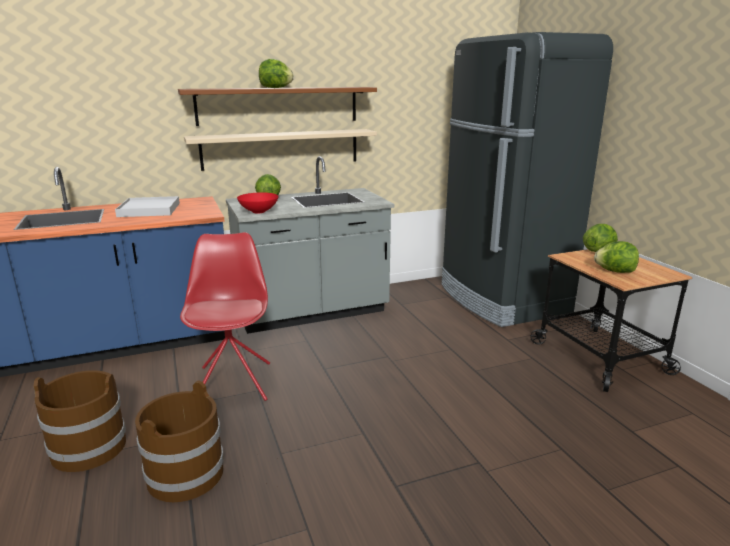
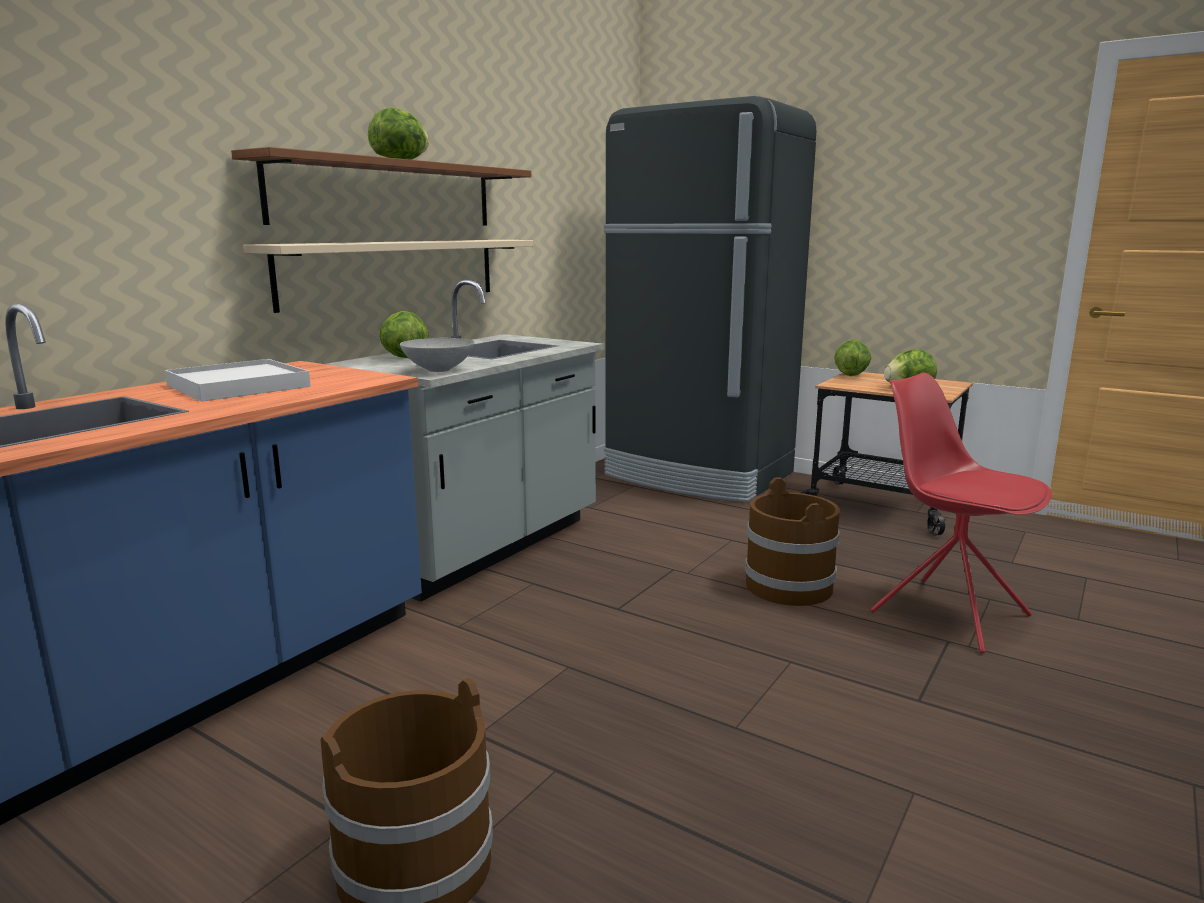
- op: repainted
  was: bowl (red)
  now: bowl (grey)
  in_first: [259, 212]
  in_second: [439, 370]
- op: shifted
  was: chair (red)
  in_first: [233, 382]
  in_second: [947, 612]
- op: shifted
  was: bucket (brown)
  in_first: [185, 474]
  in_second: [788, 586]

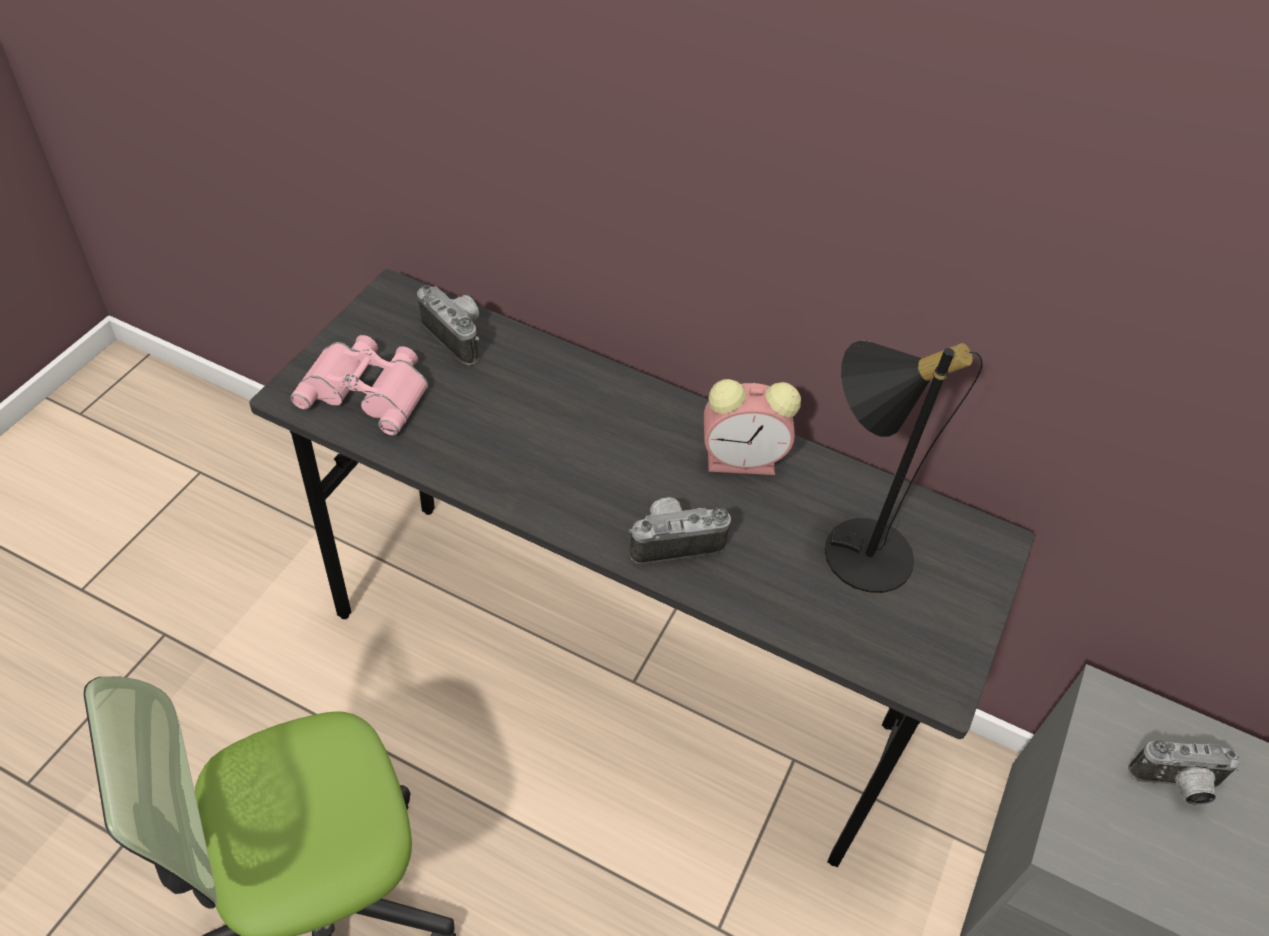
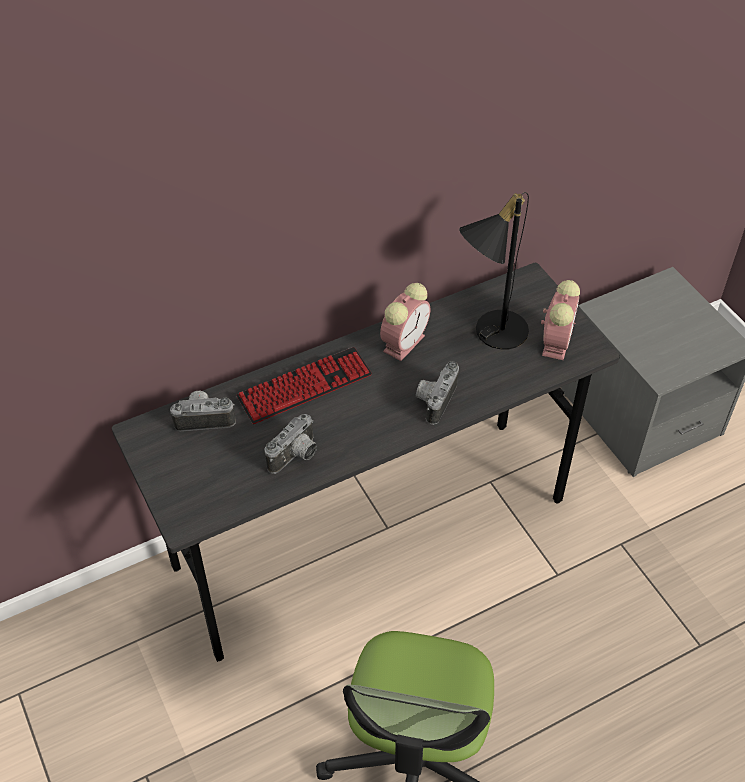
- op: gone
  was: binoculars (pink)
  in_first: [368, 389]
- op: shifted
  was: photo camera
  in_first: [1176, 786]
  in_second: [296, 456]
- op: new
  now: alarm clock
  in_second: [556, 341]
- op: new
  now: keyboard
  in_second: [305, 387]

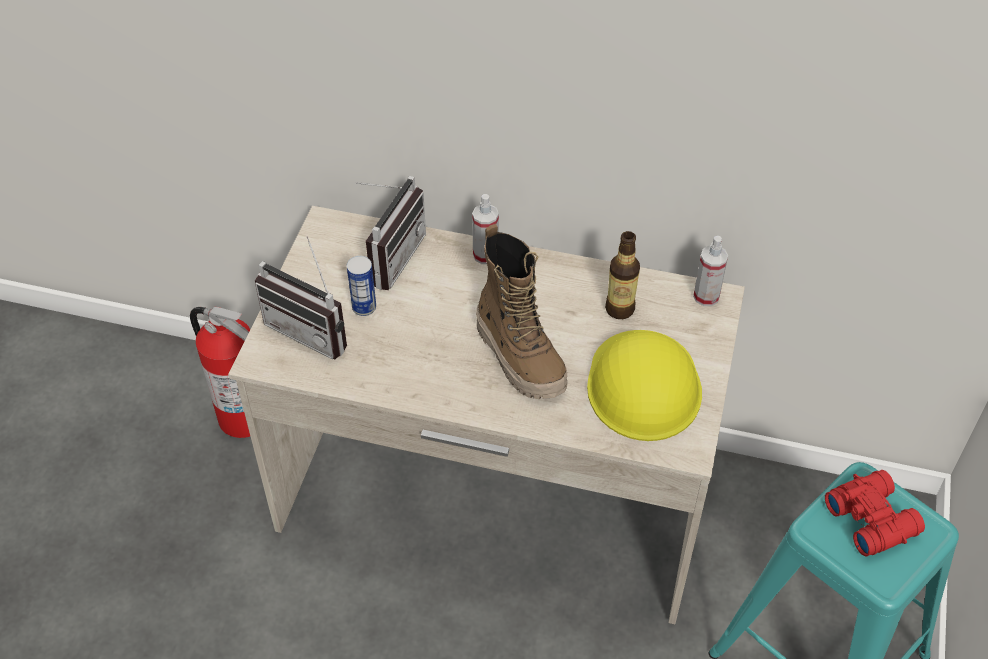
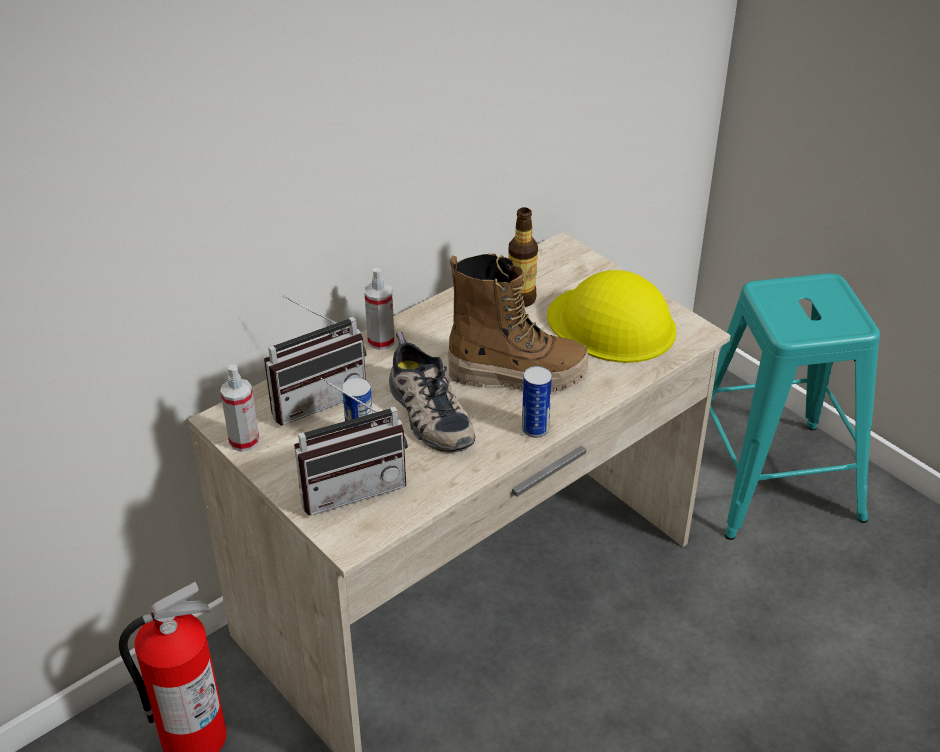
- op: rotated
  was: radio
  in_first: [389, 256]
  in_second: [315, 397]
  clockwise: 90
- op: shifted
  was: spray bottle
  in_first: [706, 296]
  in_second: [244, 441]
- op: gone
  was: binoculars (red)
  in_first: [871, 517]
- op: new
  now: shoe
  in_second: [426, 412]
- op: new
  now: can
  in_second: [535, 429]

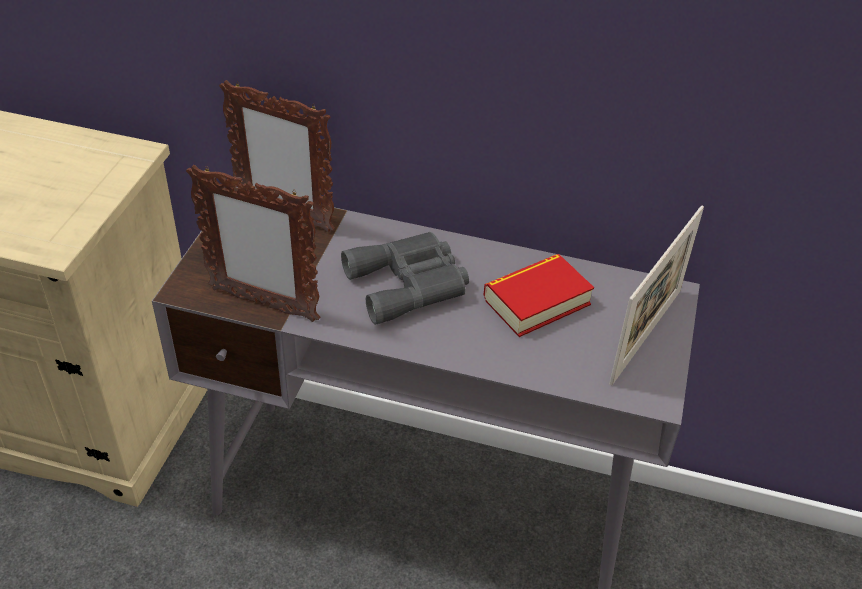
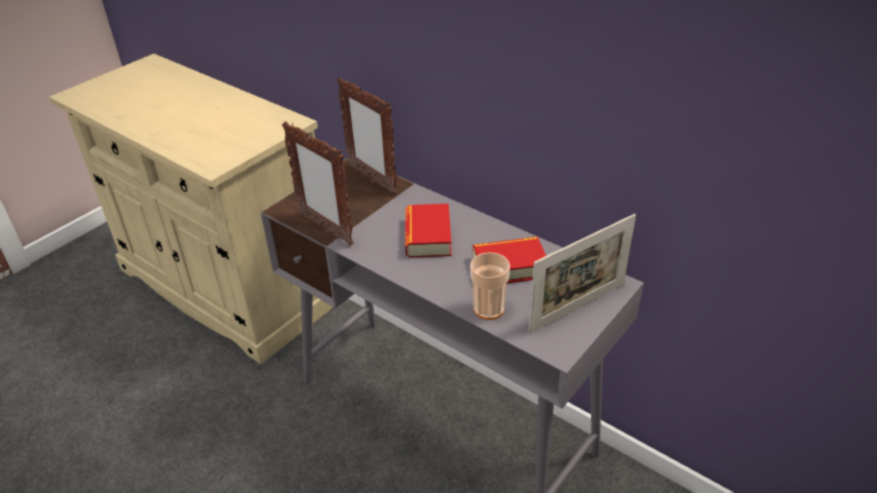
- op: swapped
  was: binoculars (grey)
  now: book
  in_first: [410, 283]
  in_second: [428, 236]
- op: new
  now: cup
  in_second: [488, 309]

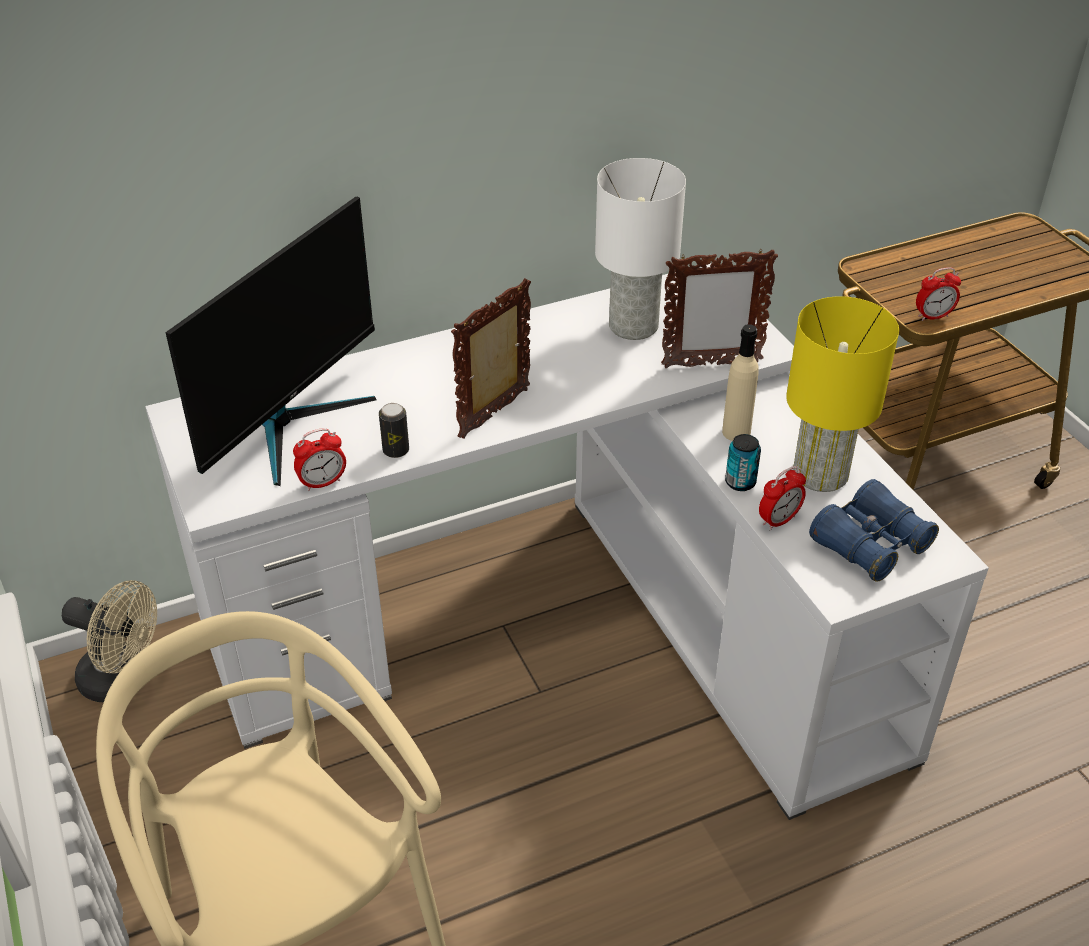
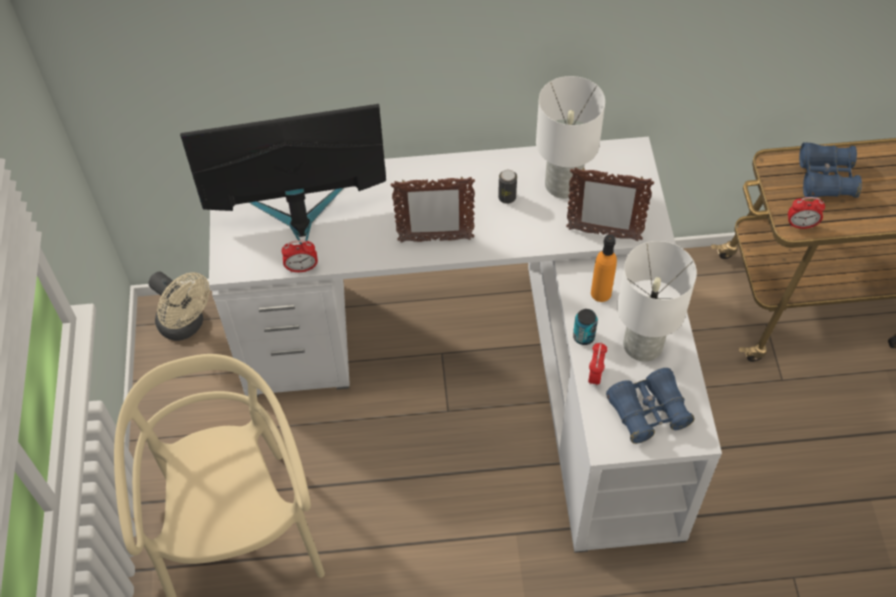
- op: rotated
  was: monitor
  in_first: [291, 424]
  in_second: [298, 213]
  clockwise: -150
- op: rotated
  was: picture frame
  in_first: [496, 414]
  in_second: [435, 240]
  clockwise: -150
- op: repainted
  was: table lamp (yellow)
  now: table lamp (white)
  in_first: [818, 474]
  in_second: [641, 344]
- op: repainted
  was: bottle (beige)
  now: bottle (orange)
  in_first: [736, 432]
  in_second: [601, 293]
- op: shifted
  was: can
  in_first: [396, 450]
  in_second: [507, 197]
- op: rotated
  was: alarm clock
  in_first: [779, 520]
  in_second: [595, 375]
  clockwise: 120
- op: new
  now: binoculars (blue)
  in_second: [826, 179]

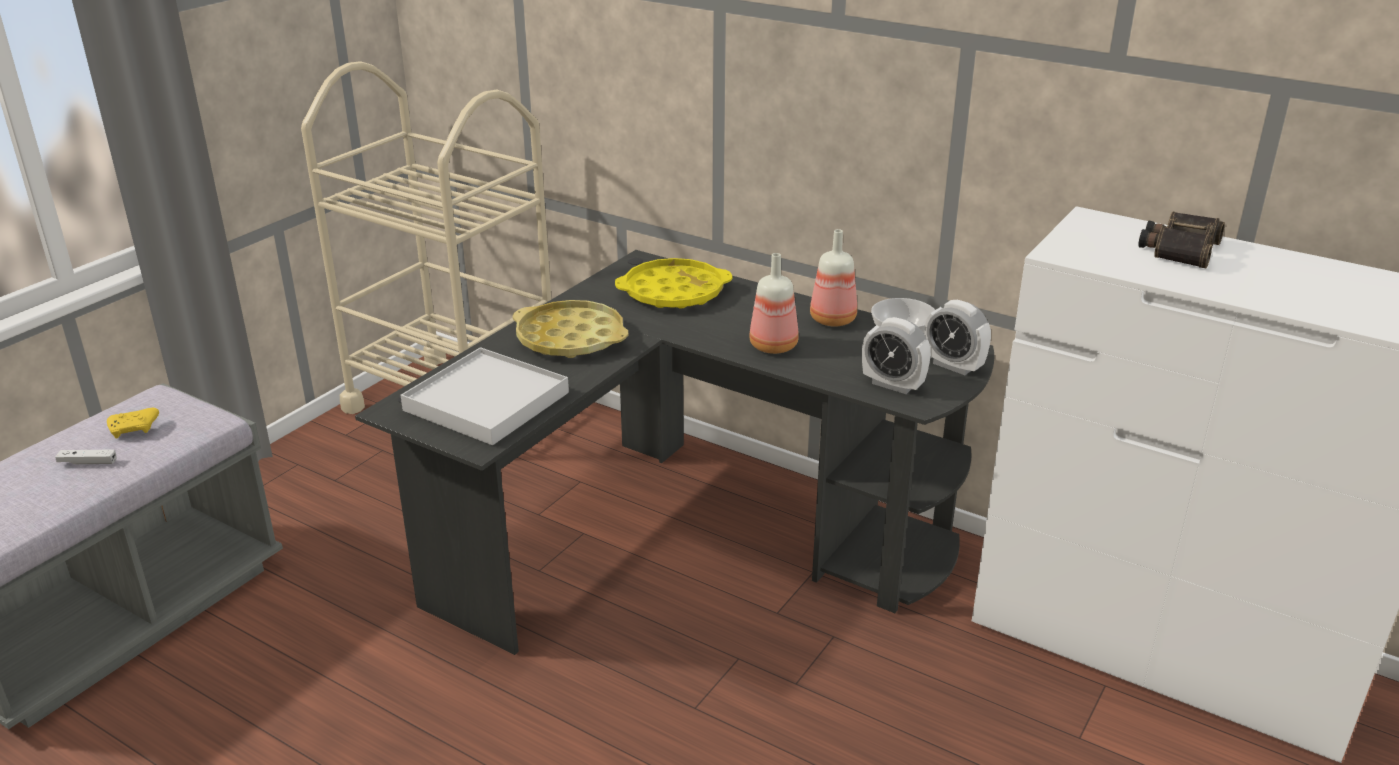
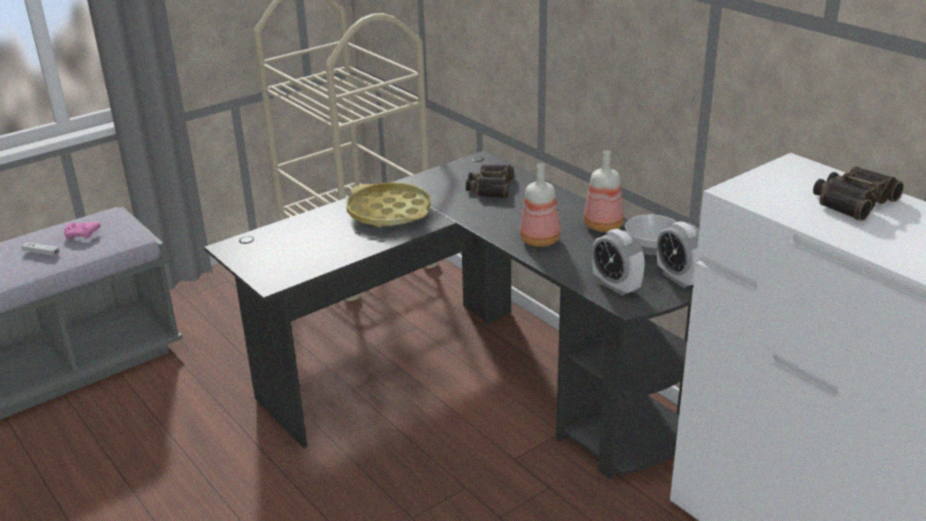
- op: swapped
  was: tray (yellow)
  now: binoculars
  in_first: [673, 292]
  in_second: [490, 187]
- op: gone
  was: tray (white)
  in_first: [486, 401]
- op: repainted
  was: game controller (yellow)
  now: game controller (pink)
  in_first: [135, 429]
  in_second: [82, 235]

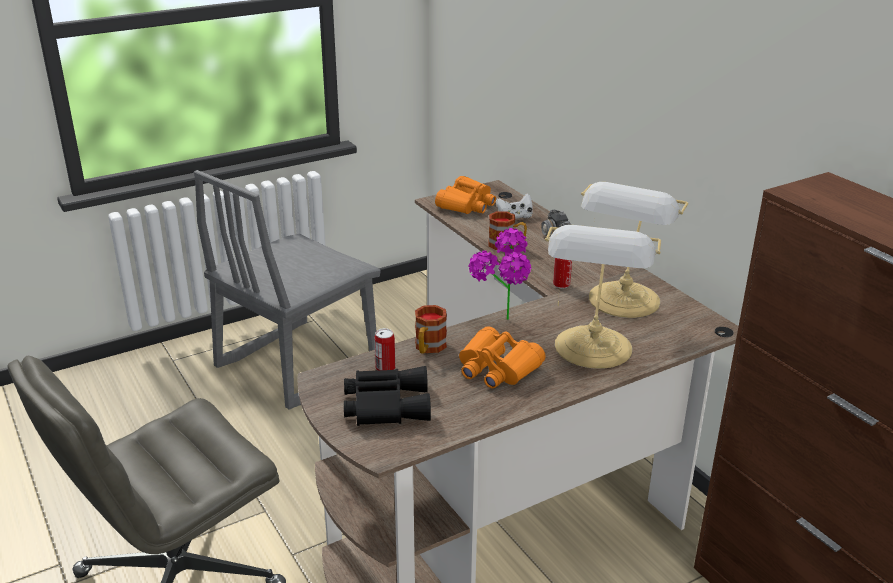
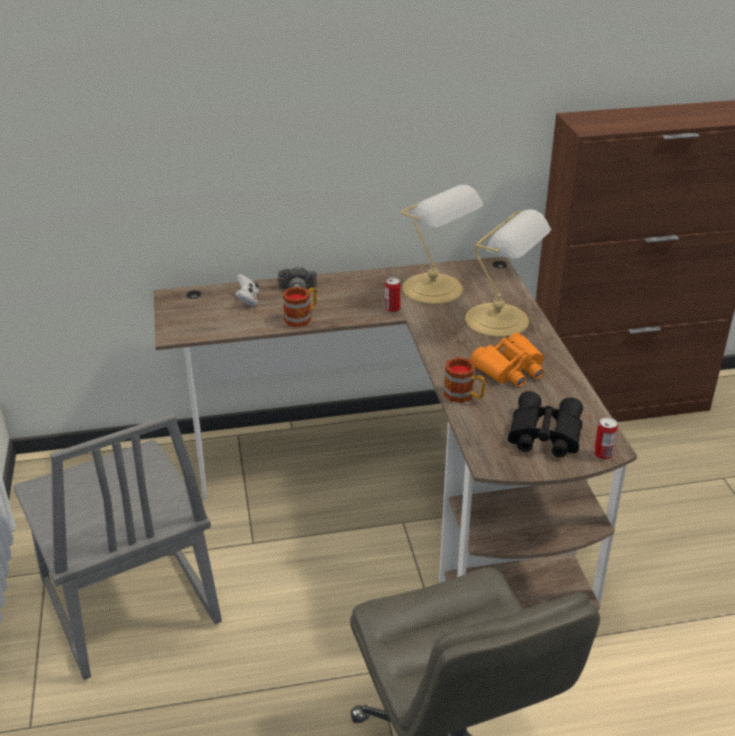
- op: gone
  was: binoculars (orange)
  in_first: [467, 204]
- op: gone
  was: potted plant
  in_first: [501, 325]
- op: shifted
  was: can
  in_first: [385, 368]
  in_second: [603, 454]

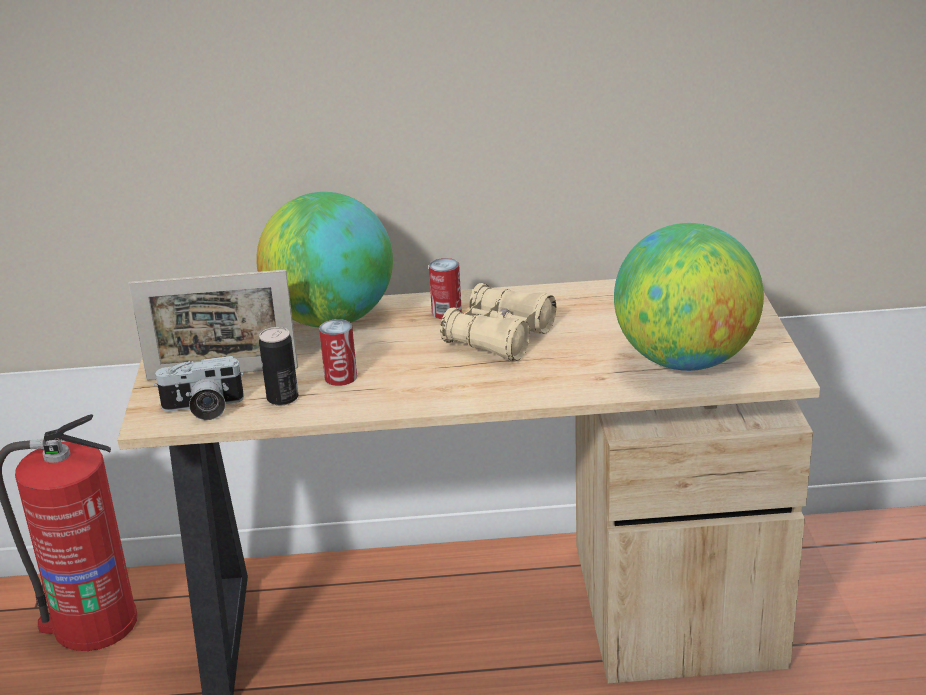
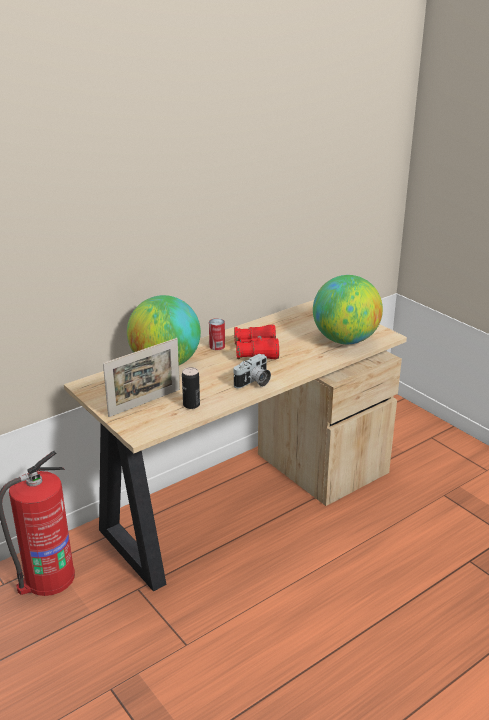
- op: repainted
  was: binoculars (beige)
  now: binoculars (red)
  in_first: [500, 337]
  in_second: [256, 351]
- op: gone
  was: can
  in_first: [340, 377]
- op: shifted
  was: photo camera
  in_first: [203, 408]
  in_second: [253, 382]

